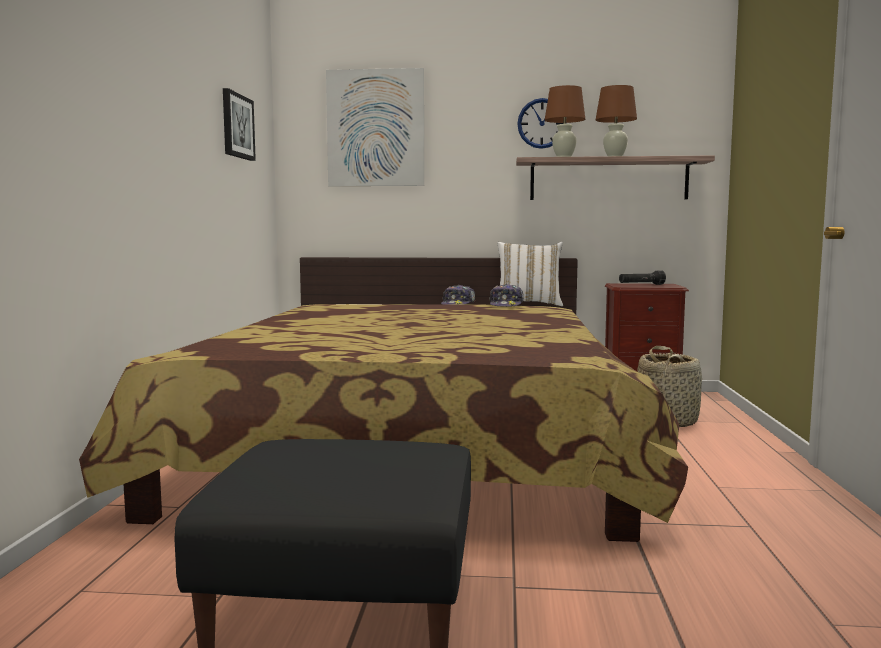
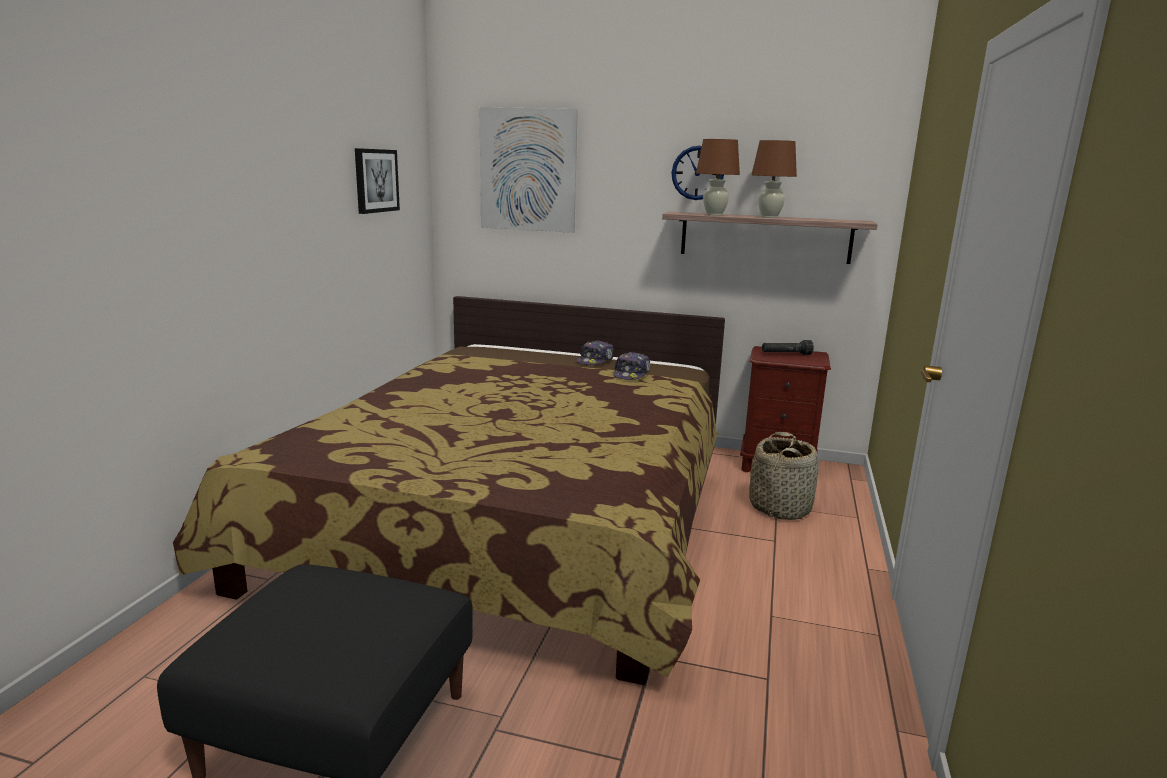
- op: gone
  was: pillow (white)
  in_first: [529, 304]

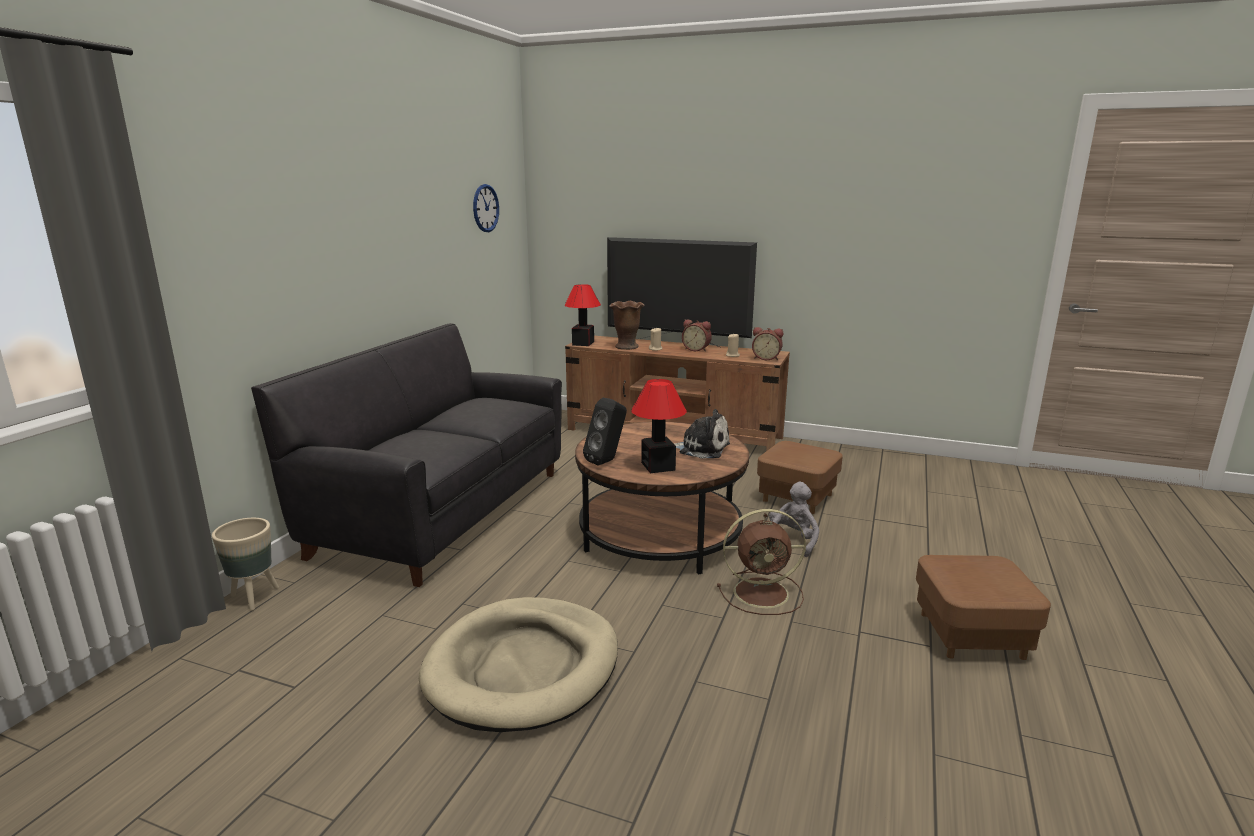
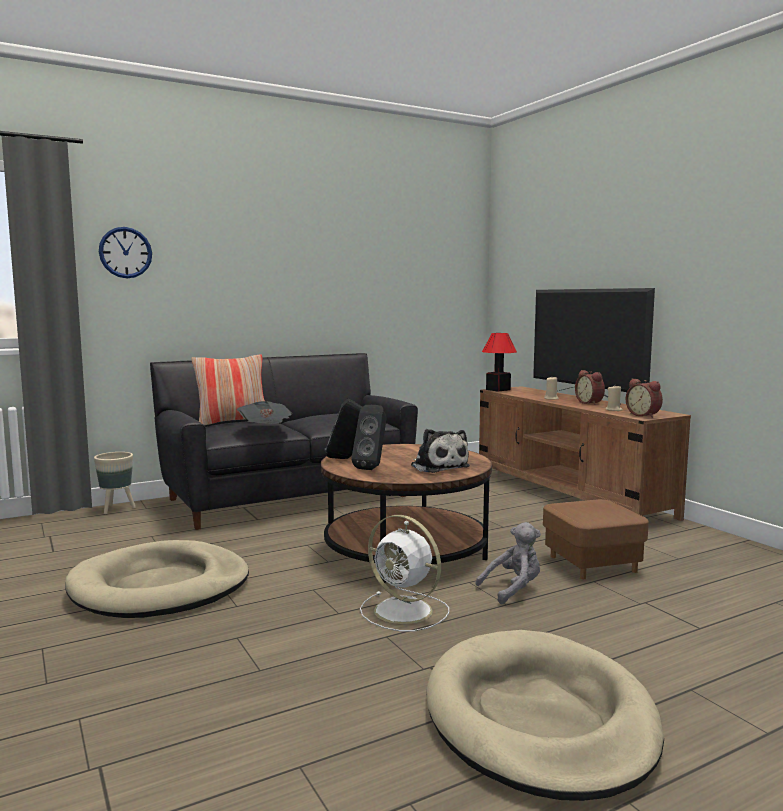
- op: shifted
  was: wall clock
  in_first: [485, 208]
  in_second: [125, 252]
- op: gone
  was: vase (brown)
  in_first: [626, 347]
- op: swapped
  was: table lamp
  now: speaker (black)
  in_first: [658, 466]
  in_second: [372, 468]
- op: repainted
  was: fan (brown)
  now: fan (white)
  in_first: [763, 593]
  in_second: [405, 611]
- op: swapped
  was: ottoman (brown)
  now: dog bed (beige)
  in_first: [971, 635]
  in_second: [539, 718]
- op: new
  now: pillow
  in_second: [232, 421]
- op: new
  now: newspaper
  in_second: [266, 428]

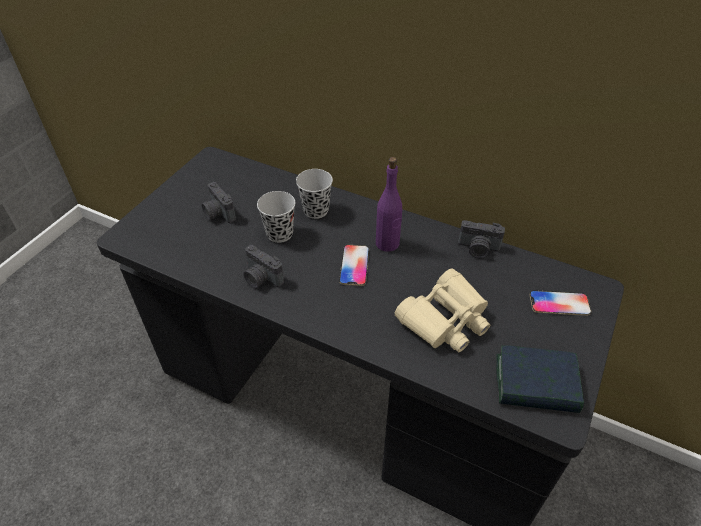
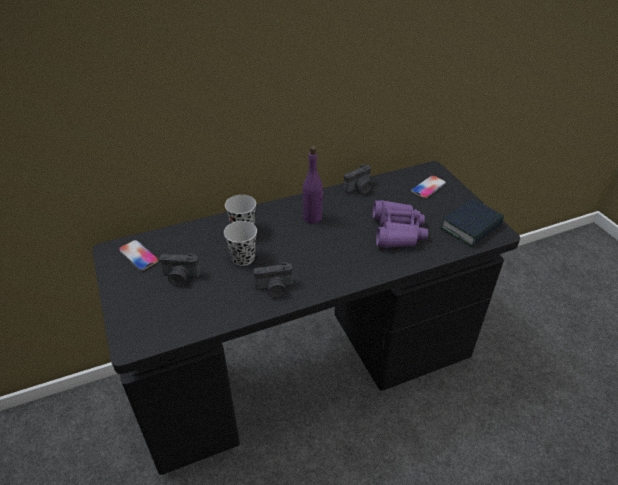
- op: shifted
  was: phone
  in_first: [354, 265]
  in_second: [138, 255]
- op: repainted
  was: binoculars (beige)
  now: binoculars (purple)
  in_first: [445, 320]
  in_second: [397, 231]

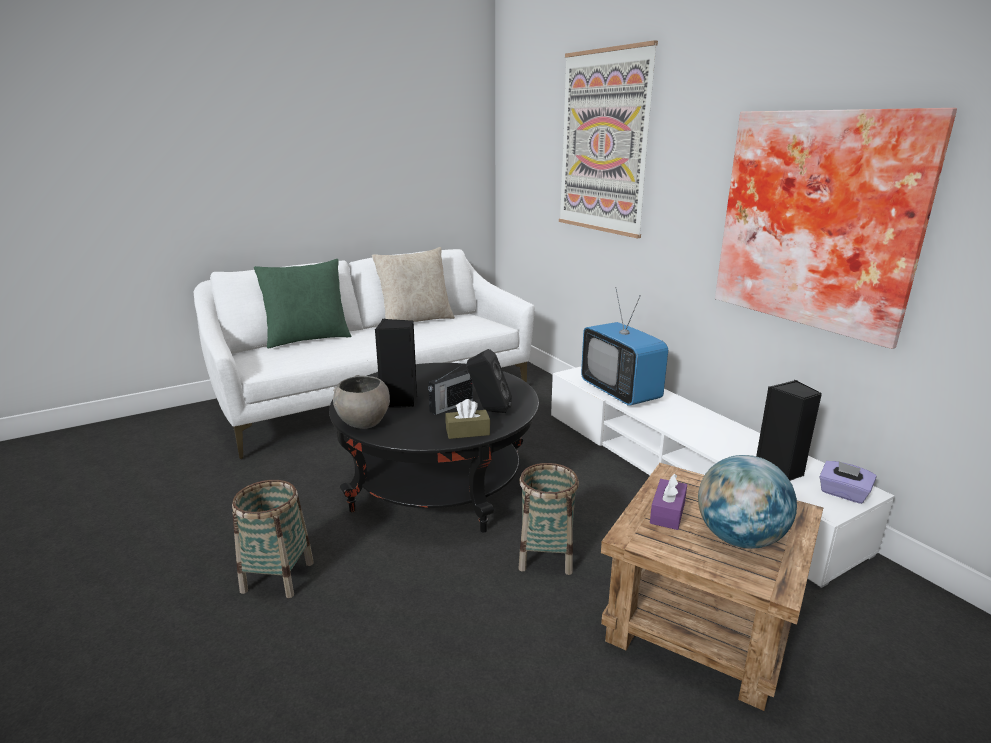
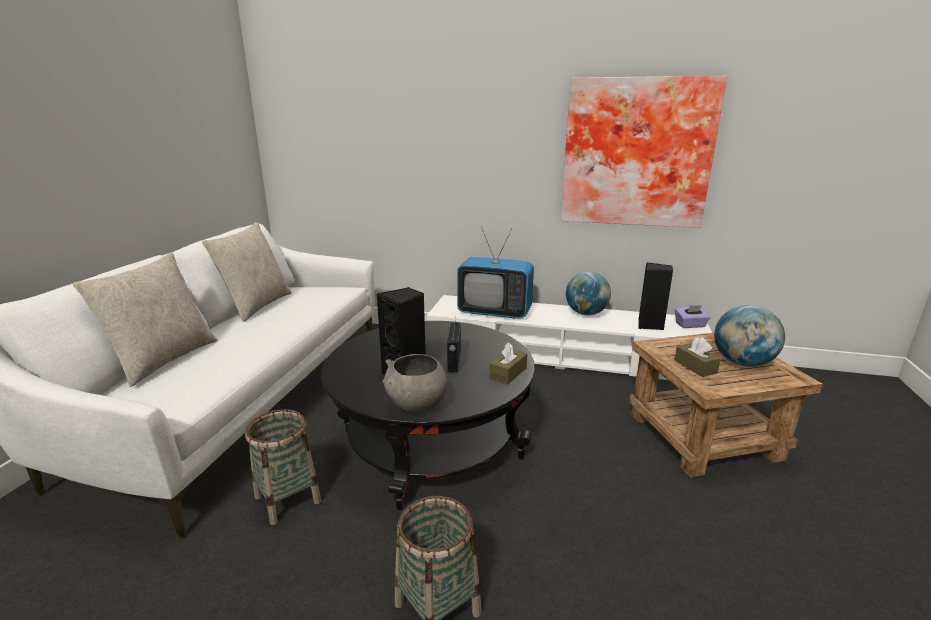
- op: gone
  was: picture
  in_first: [603, 143]
- op: repainted
  was: pillow (green)
  now: pillow (beige)
  in_first: [308, 339]
  in_second: [164, 359]
- op: gone
  was: speaker (black)
  in_first: [489, 411]
- op: shifted
  was: basket
  in_first: [546, 556]
  in_second: [288, 499]
- op: repainted
  was: tissue box (purple)
  now: tissue box (brown)
  in_first: [667, 513]
  in_second: [695, 366]
- op: new
  now: globe
  in_second: [586, 313]

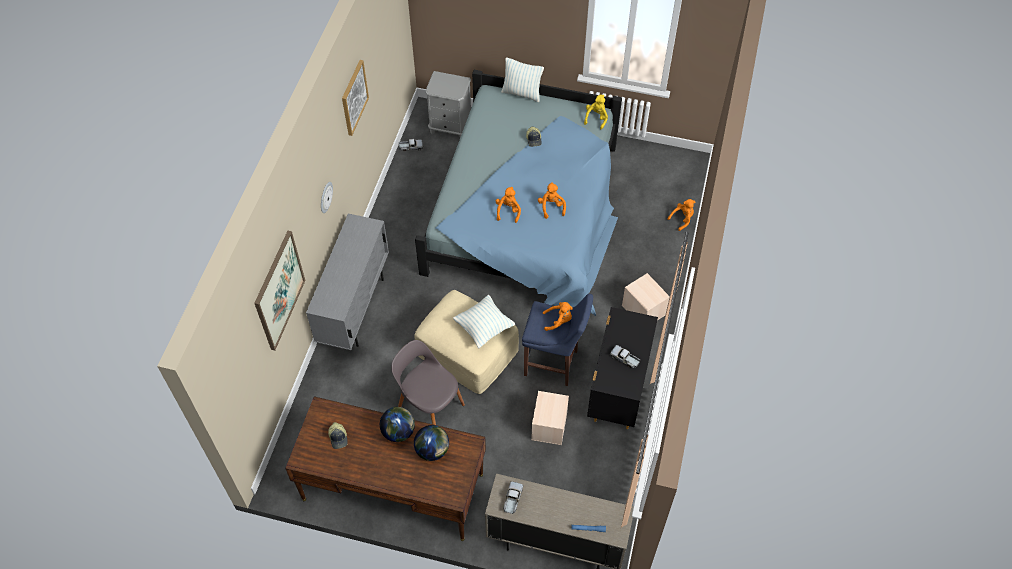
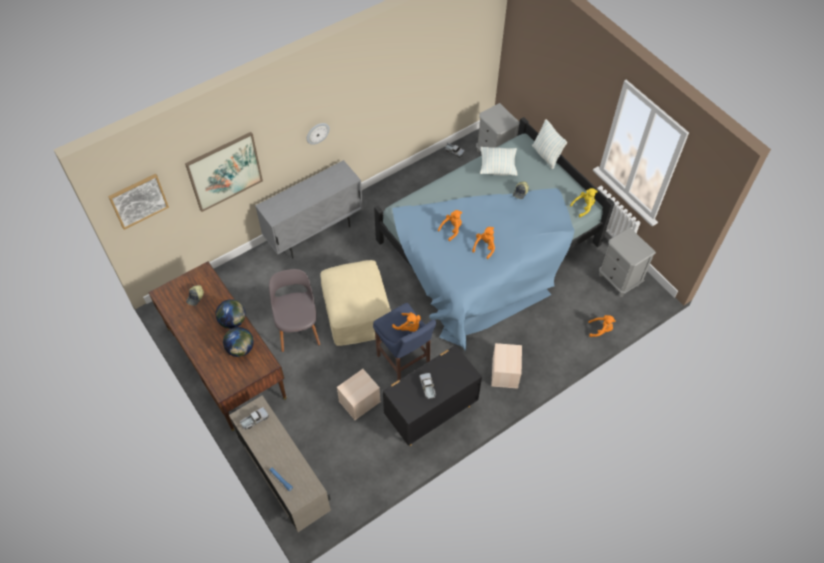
- op: shifted
  was: picture
  in_first: [354, 97]
  in_second: [138, 200]
- op: shifted
  was: pillow
  in_first: [484, 327]
  in_second: [497, 167]
- op: new
  now: nightstand (grey)
  in_second: [619, 279]

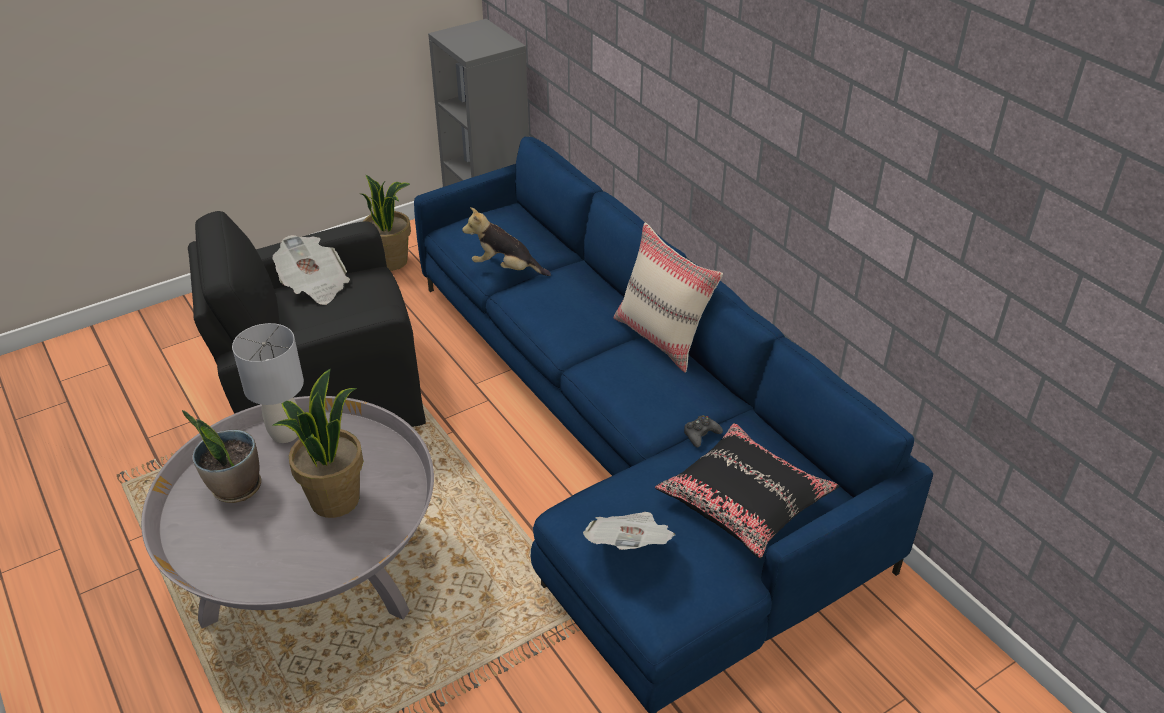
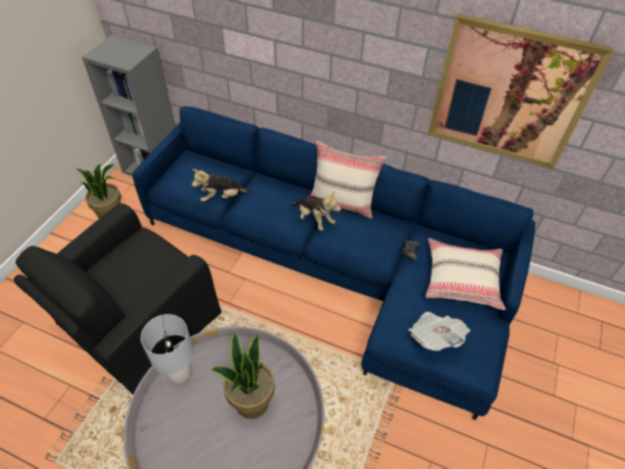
- op: gone
  was: newspaper
  in_first: [314, 285]
- op: gone
  was: potted plant
  in_first: [235, 488]
- op: repainted
  was: pillow (black)
  now: pillow (beige)
  in_first: [745, 501]
  in_second: [462, 279]
- op: new
  now: picture
  in_second: [509, 94]
- op: new
  now: plush toy
  in_second: [314, 219]

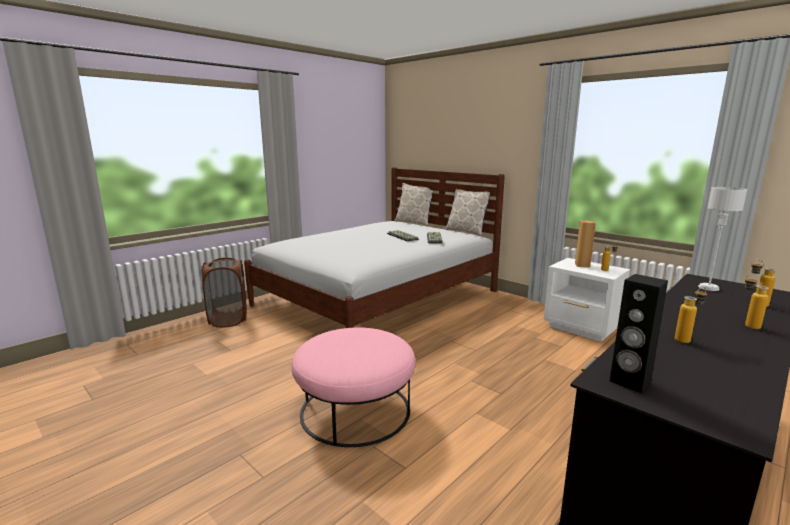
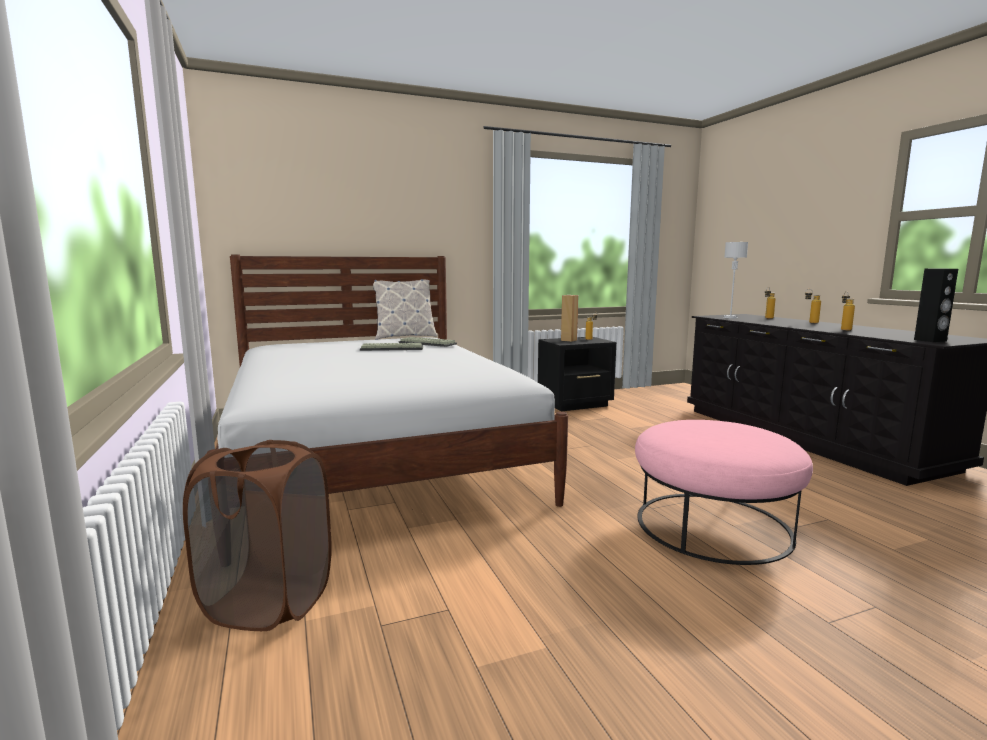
- op: gone
  was: pillow
  in_first: [414, 222]
- op: repainted
  was: nightstand (white)
  now: nightstand (black)
  in_first: [582, 328]
  in_second: [576, 404]

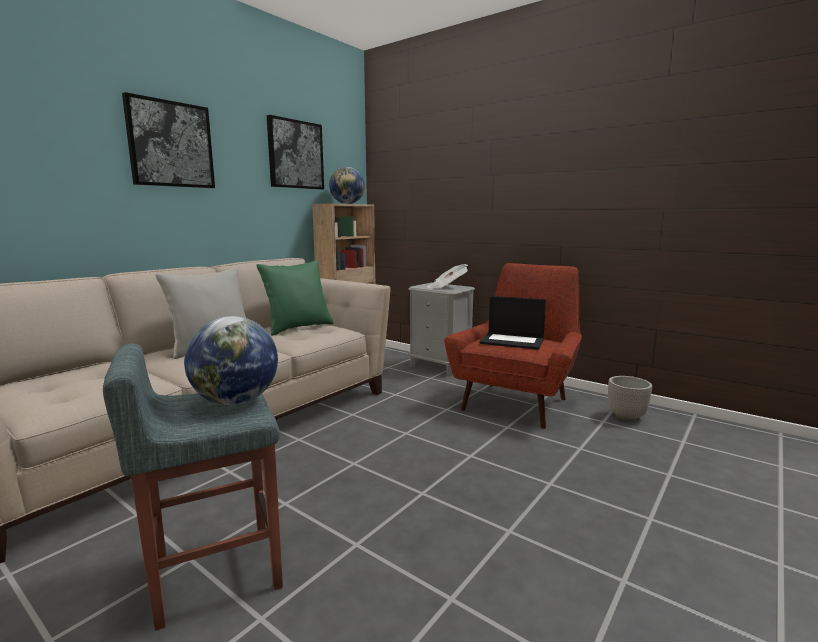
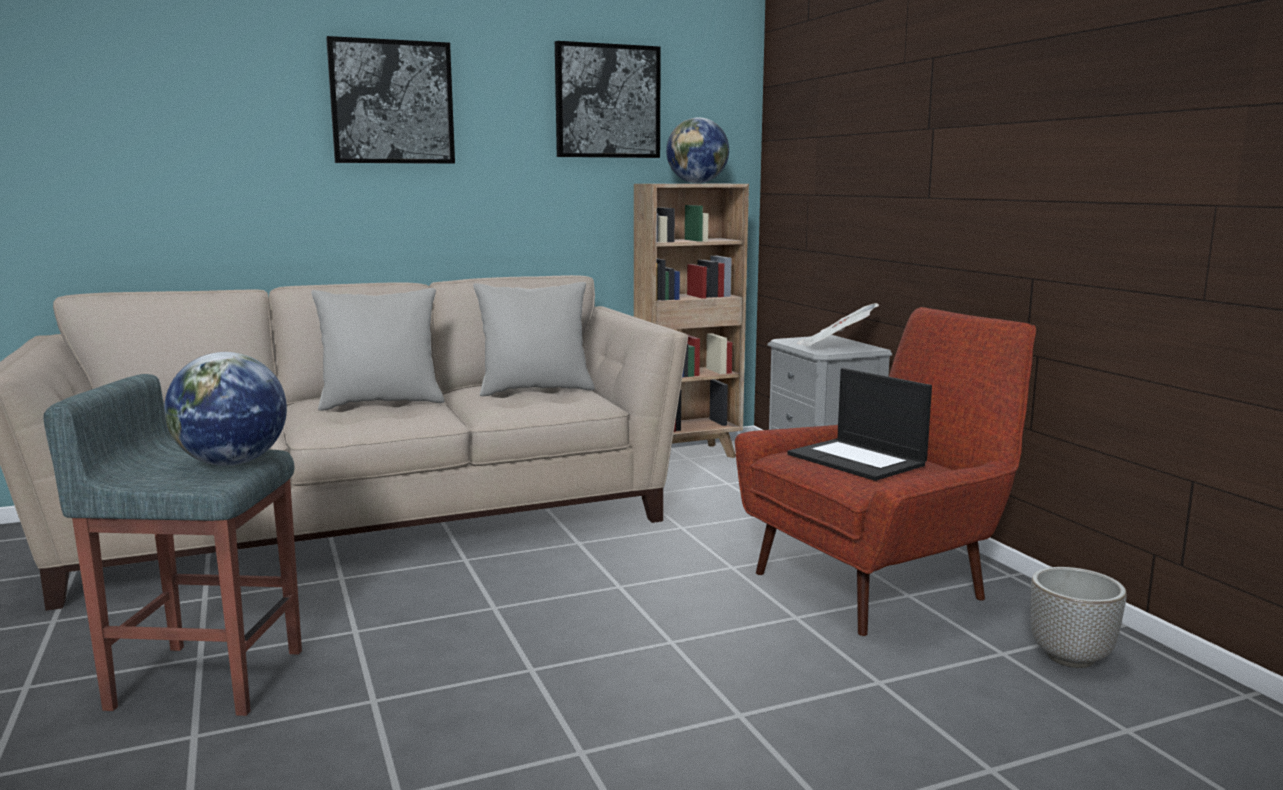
- op: repainted
  was: pillow (green)
  now: pillow (grey)
  in_first: [298, 328]
  in_second: [535, 390]

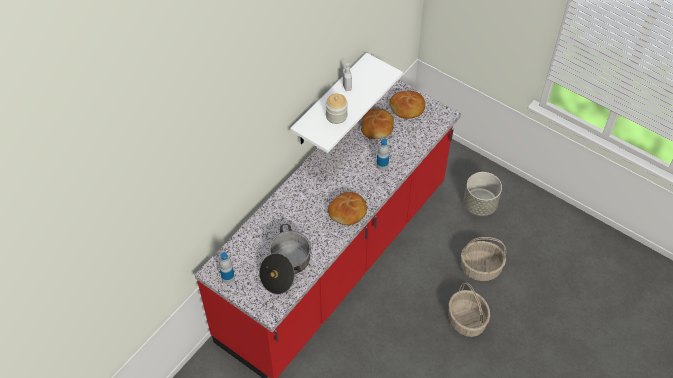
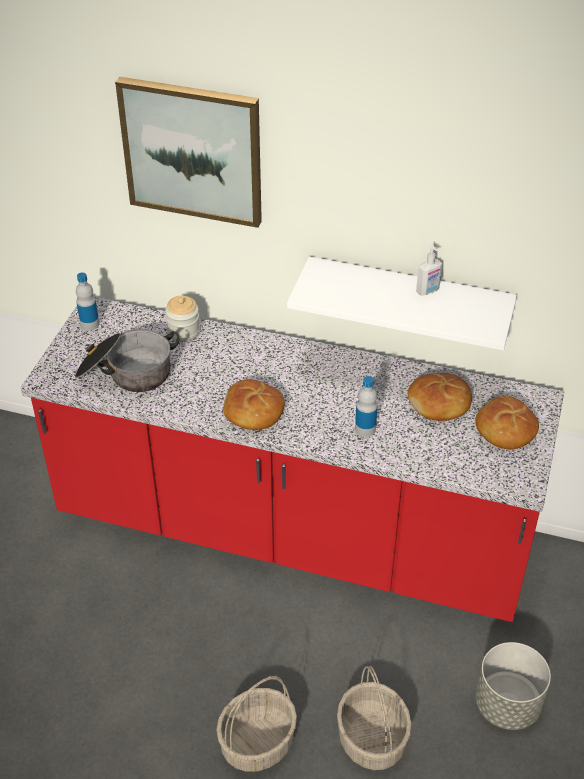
- op: shifted
  was: jar
  in_first: [336, 116]
  in_second: [183, 332]
- op: new
  now: picture
  in_second: [192, 151]

